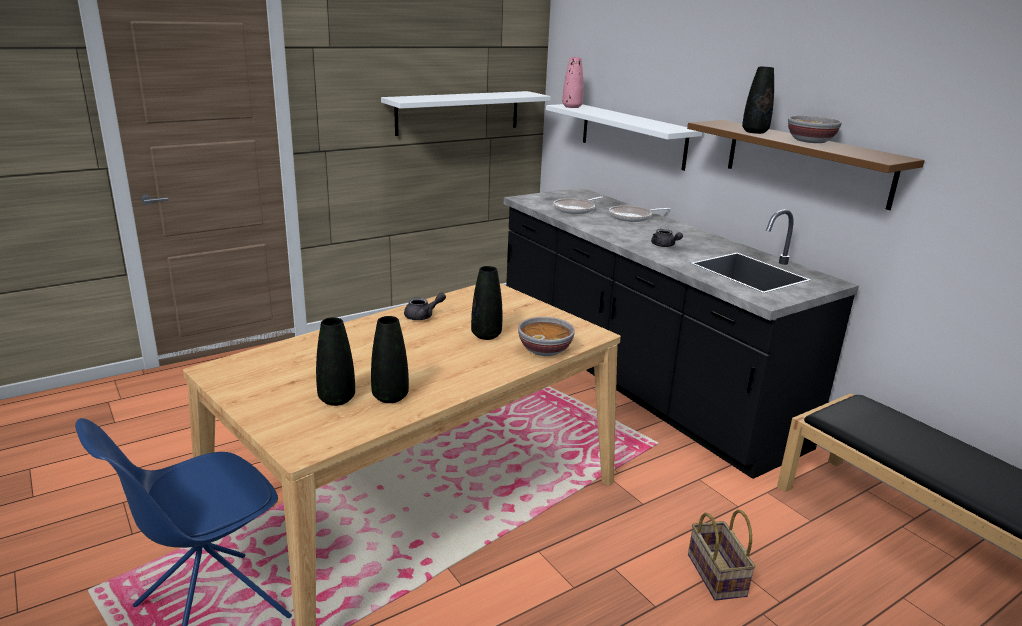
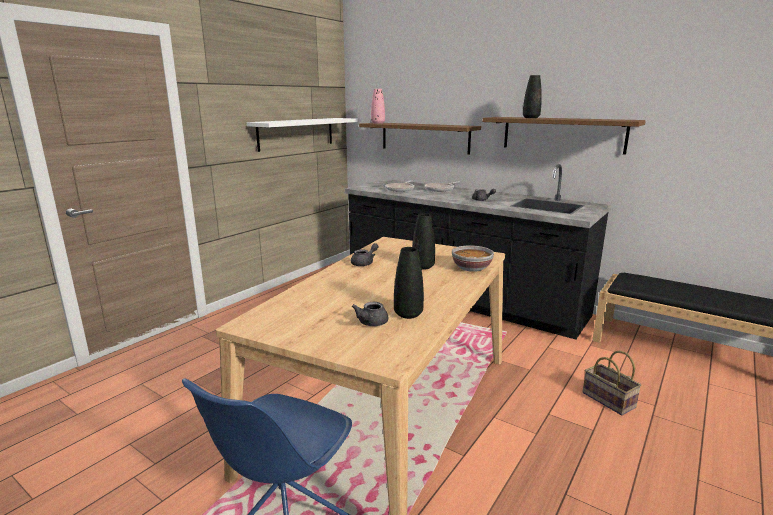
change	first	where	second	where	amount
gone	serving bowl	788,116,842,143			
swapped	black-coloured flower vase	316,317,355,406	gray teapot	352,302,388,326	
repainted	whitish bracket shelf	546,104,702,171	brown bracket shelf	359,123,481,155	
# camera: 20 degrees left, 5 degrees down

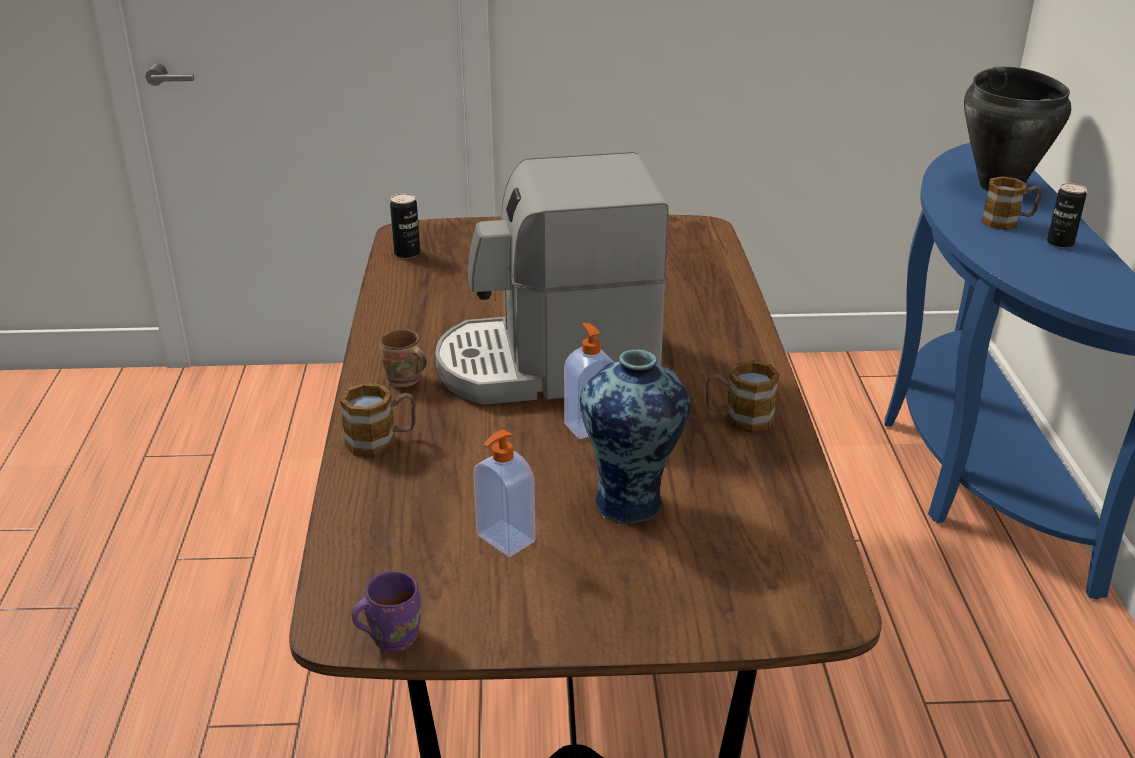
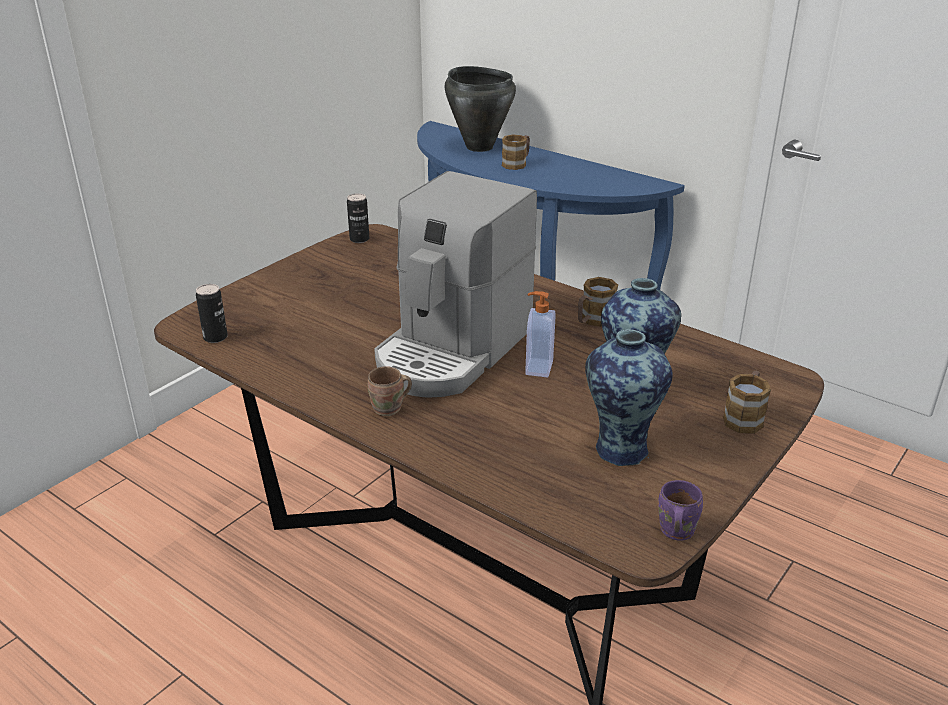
change	first	where	second	where	amount
shifted	tea mug	340,383,415,457		723,371,771,434	
shifted	sealed can	1047,183,1087,248		347,193,369,243	
swapped	soap bottle	474,430,535,557	flower vase	585,329,673,466	
# camera: 50 degrees left, 0 degrees up

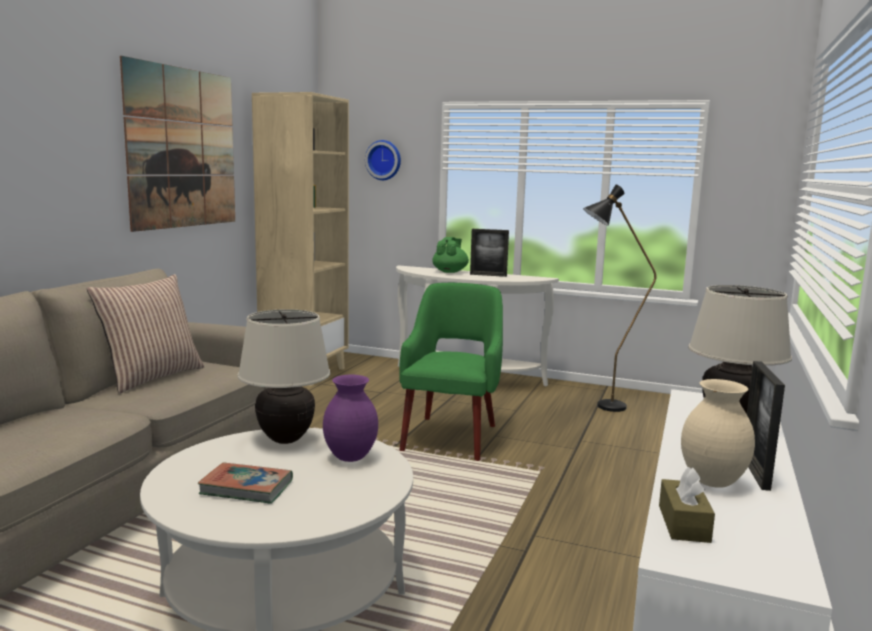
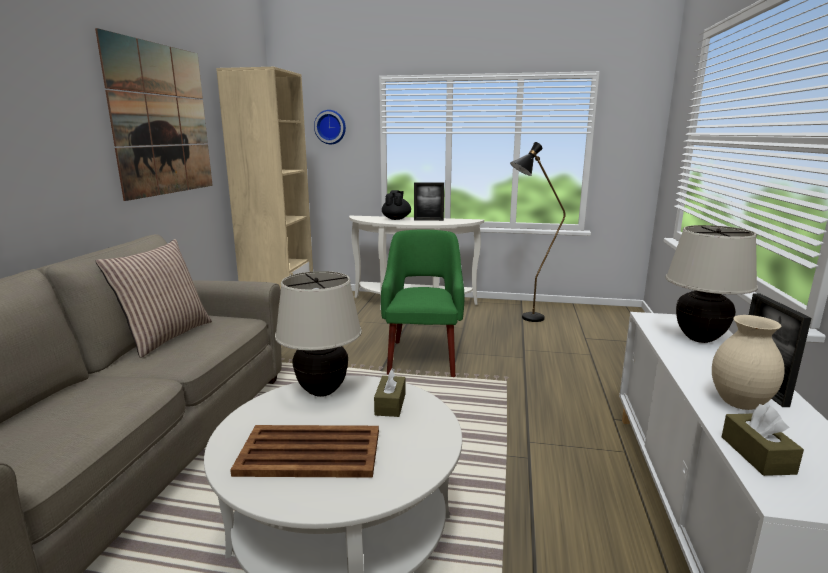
change	first	where	second	where	amount
swapped	bound book	198,463,293,504	brown carrying tray	230,425,379,478	
swapped	purple-coloured flower vase	323,375,378,462	brown tissue holder	374,368,406,417	
repainted	green-coloured teapot	432,237,469,273	black-coloured teapot	382,190,411,220	
# camera: 10 degrees left, 5 degrees up

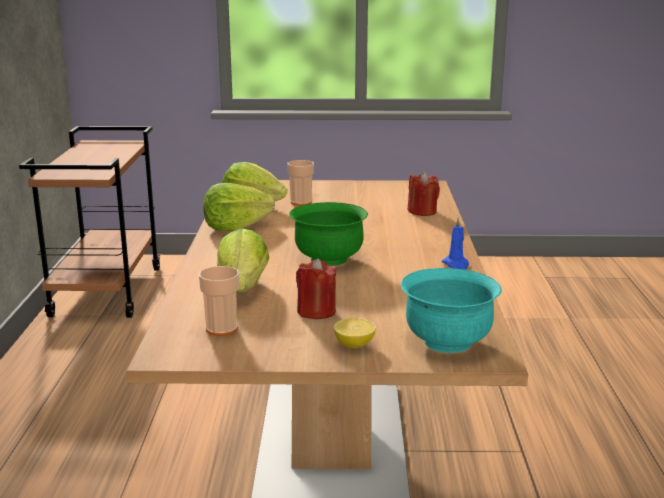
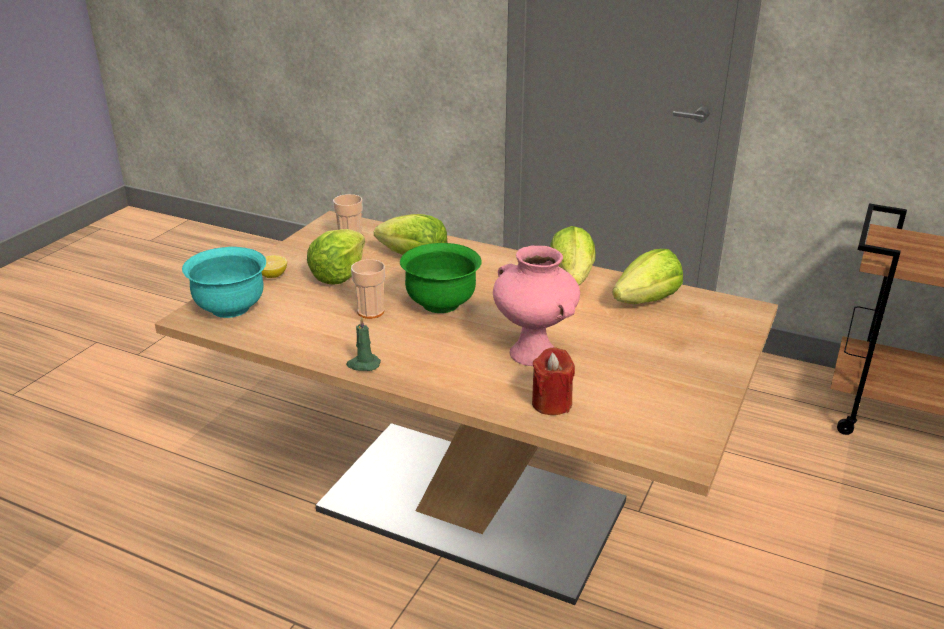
change	first	where	second	where	amount
new			pink flower vase	493,245,580,366	
shifted	drinking cup	287,160,314,206		351,259,385,319	
swapped	reddish wax candle	296,258,337,319	lettuce head	307,229,365,285	
repainted	blue-coloured wax candle	442,217,469,270	green-coloured wax candle	346,317,381,371	
# camera: 115 degrees right, 10 degrees up

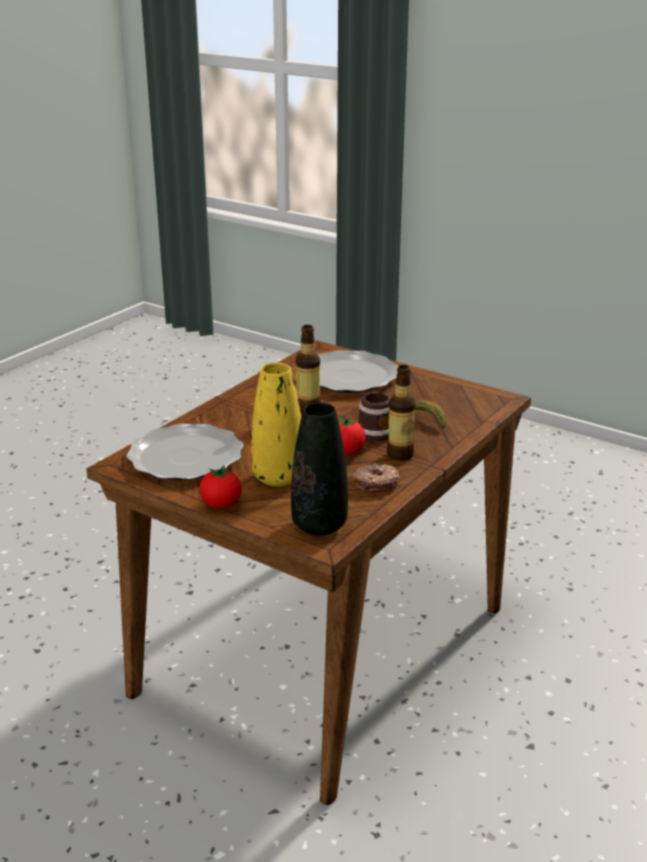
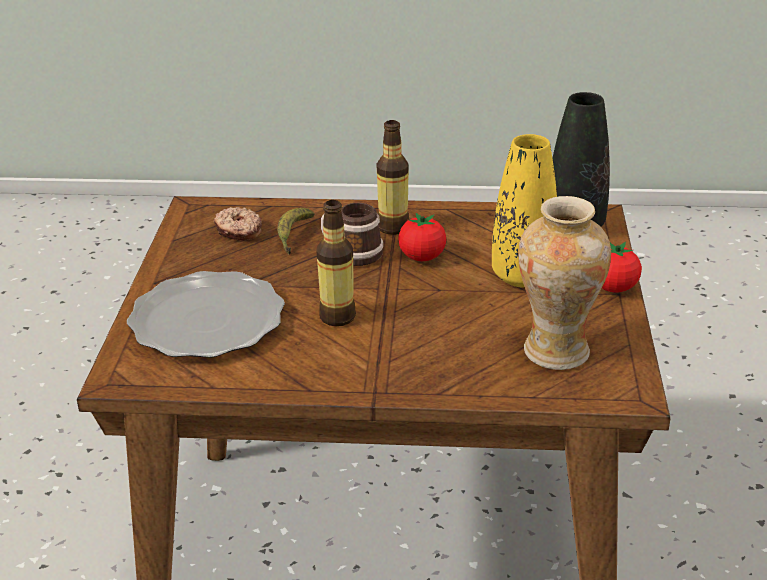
change	first	where	second	where	amount
shifted	doughnut	353,463,400,492		214,207,262,241	
swapped	plate	126,424,244,480	flower vase	518,196,611,370	
# camera: 120 degrees left, 5 degrees up

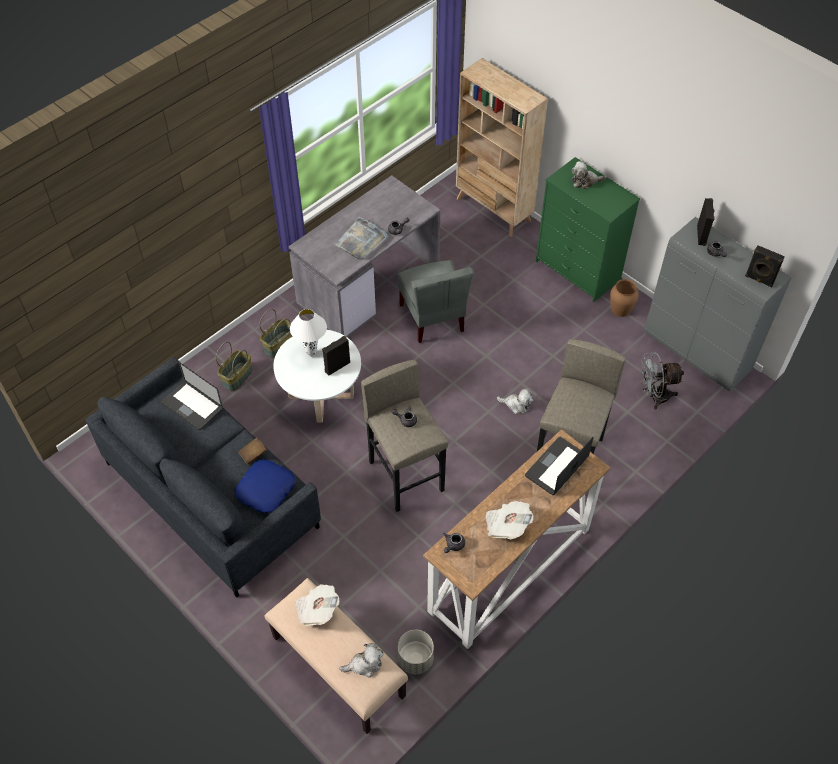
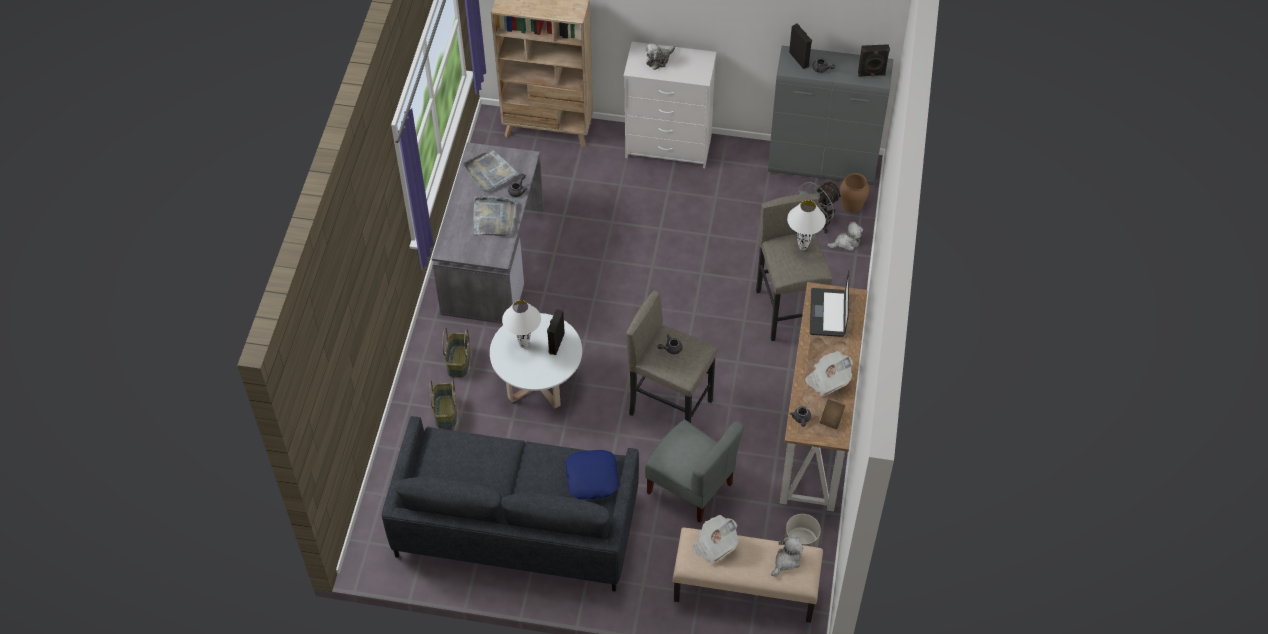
change	first	where	second	where	amount
gone	notebook computer	162,362,223,430			
new			gray carrying tray	463,150,520,190	
new			whitish table lamp	787,200,826,250	
shifted	brown bound book	238,437,267,465		820,400,845,429	
shifted	gray upright chair	398,260,474,343		645,420,744,523	
shifted	soft toy	497,388,533,414		827,222,863,251	
shifted	brown flower vase	610,279,639,317		840,173,869,213	
repainted	green-coloured chest of drawers	536,157,640,302	whitish chest of drawers	624,42,717,168	
# camera: 35 degrees left, 0 degrees up

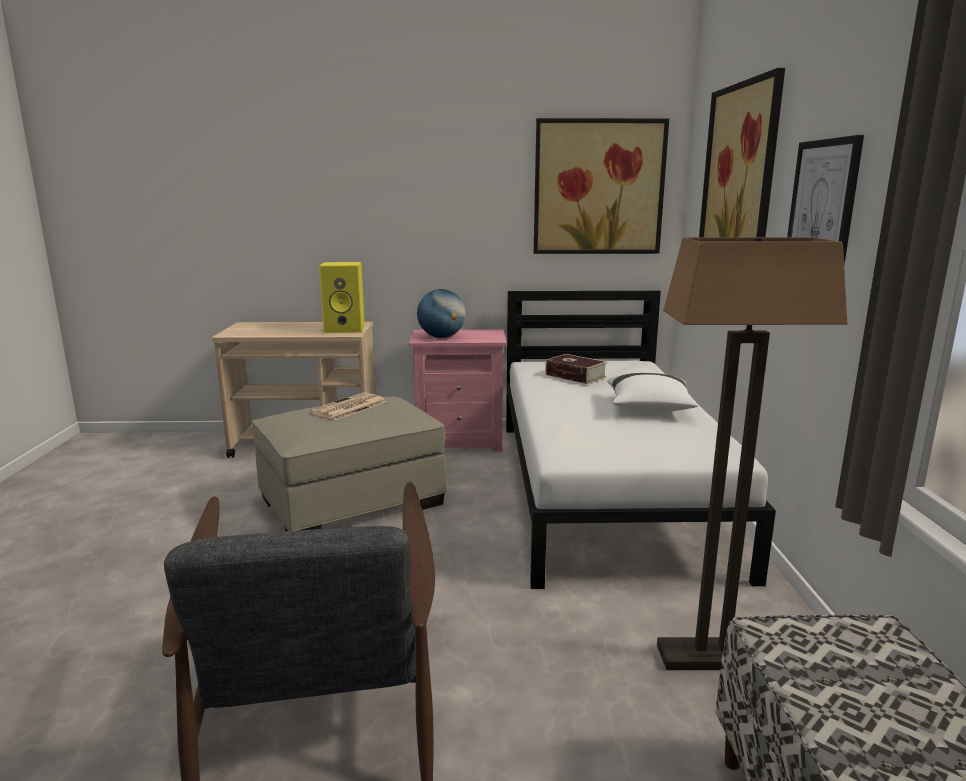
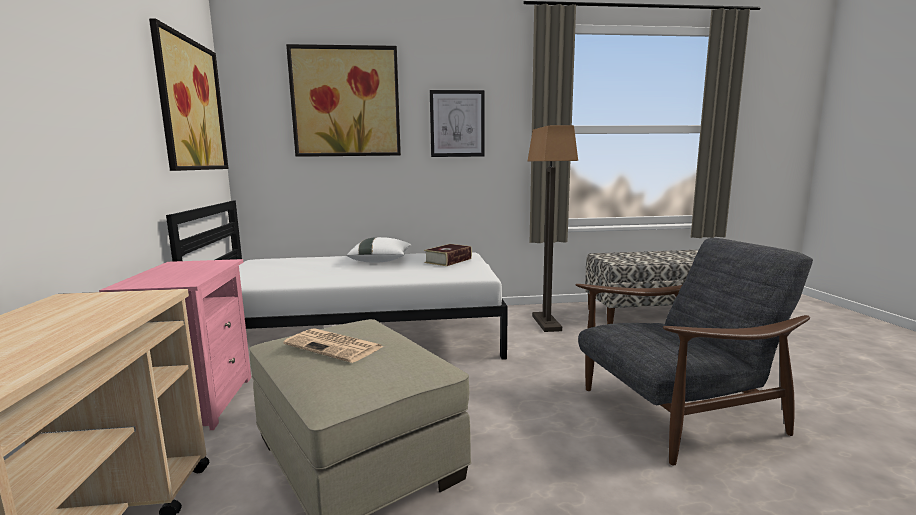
change	first	where	second	where	amount
gone	yellow-coloured speaker	319,262,365,333			
gone	desk globe	417,289,466,338			
shifted	bound book	545,354,607,384		424,244,472,266	
# camera: 95 degrees left, 5 degrees down

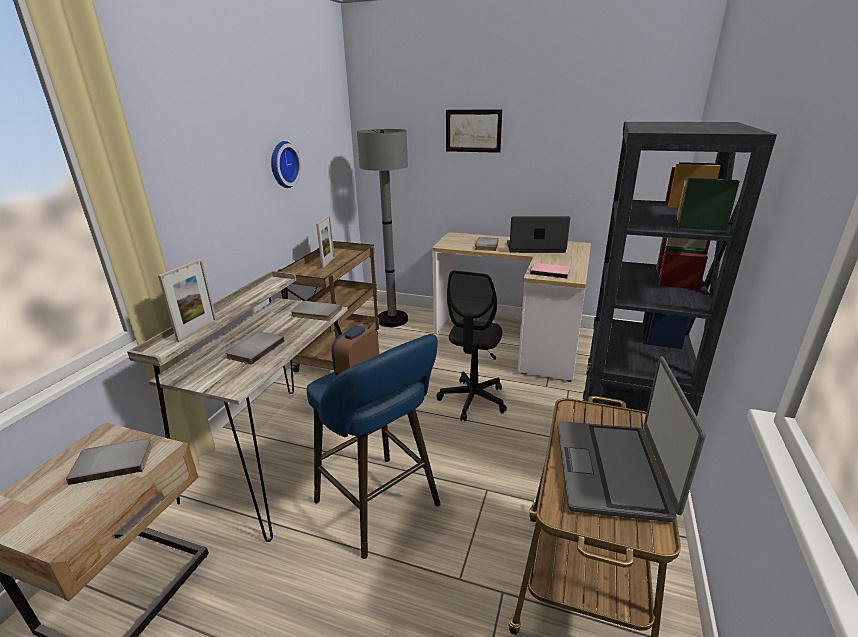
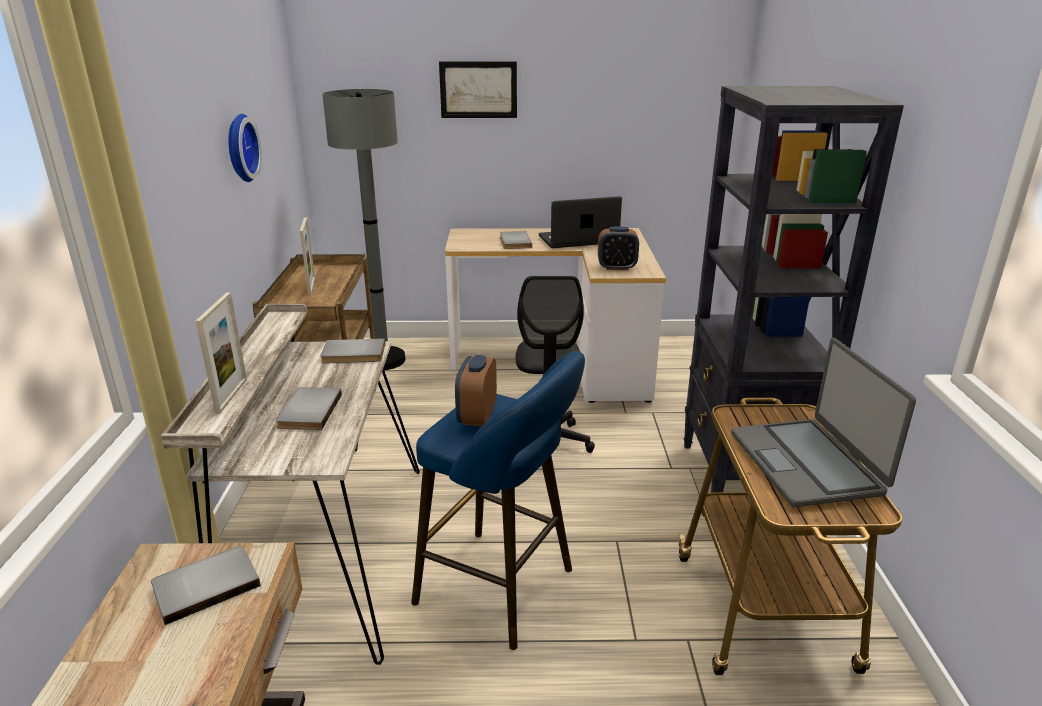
change	first	where	second	where	amount
swapped	pink bound book	530,263,571,278	alarm clock	598,226,639,270	
# camera: 20 degrees left, 0 degrees up

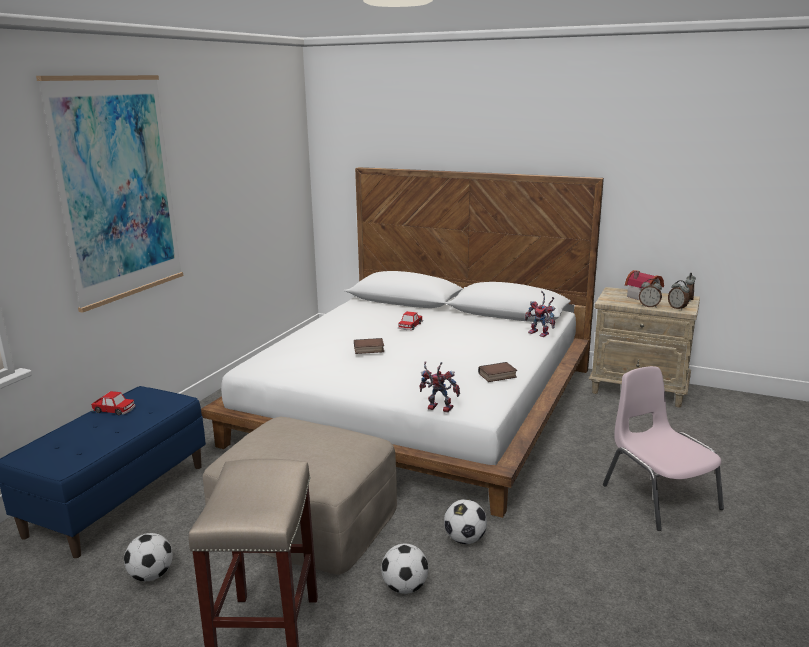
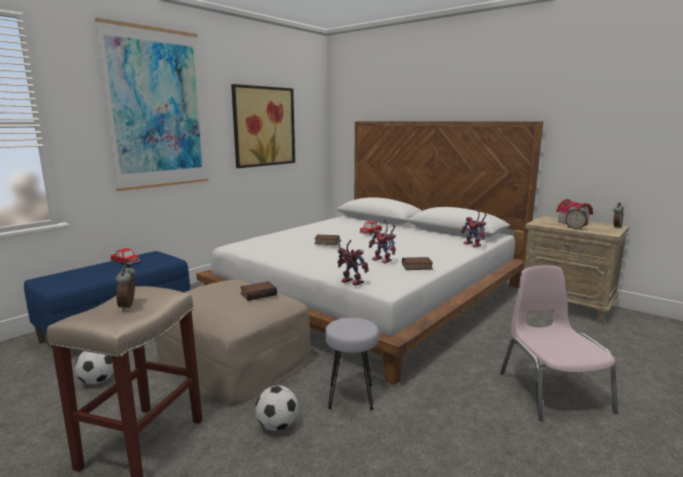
change	first	where	second	where	amount
new			wall art	231,84,295,168	
new			bound book	240,281,277,301	
new			toy robot	369,220,396,263	
shifted	alarm clock	668,280,690,310		116,264,136,311	
swapped	football ball	444,499,487,544	gray stool seat	325,318,379,410	
# camera: 15 degrees right, 5 degrees down

